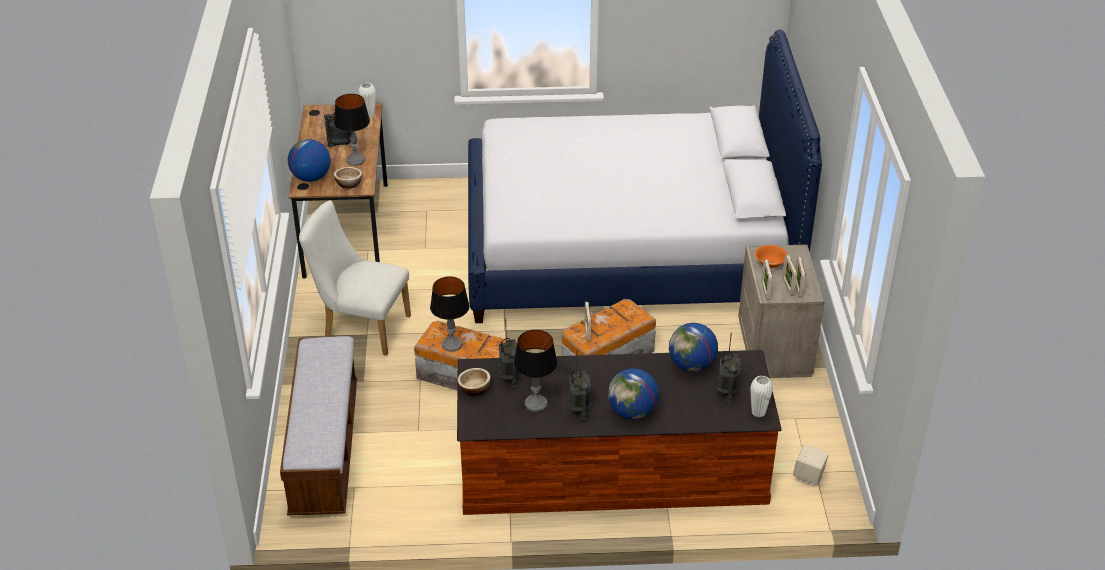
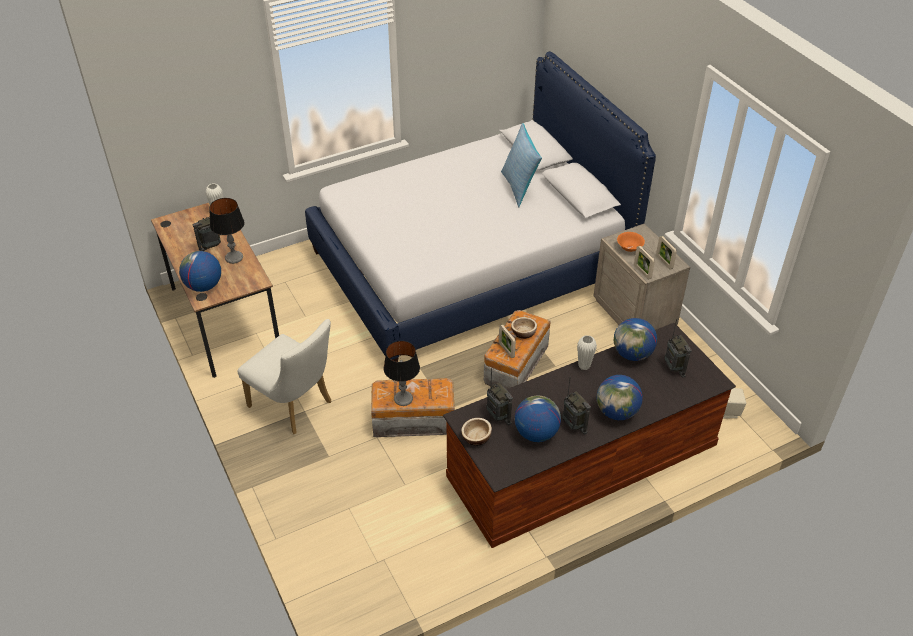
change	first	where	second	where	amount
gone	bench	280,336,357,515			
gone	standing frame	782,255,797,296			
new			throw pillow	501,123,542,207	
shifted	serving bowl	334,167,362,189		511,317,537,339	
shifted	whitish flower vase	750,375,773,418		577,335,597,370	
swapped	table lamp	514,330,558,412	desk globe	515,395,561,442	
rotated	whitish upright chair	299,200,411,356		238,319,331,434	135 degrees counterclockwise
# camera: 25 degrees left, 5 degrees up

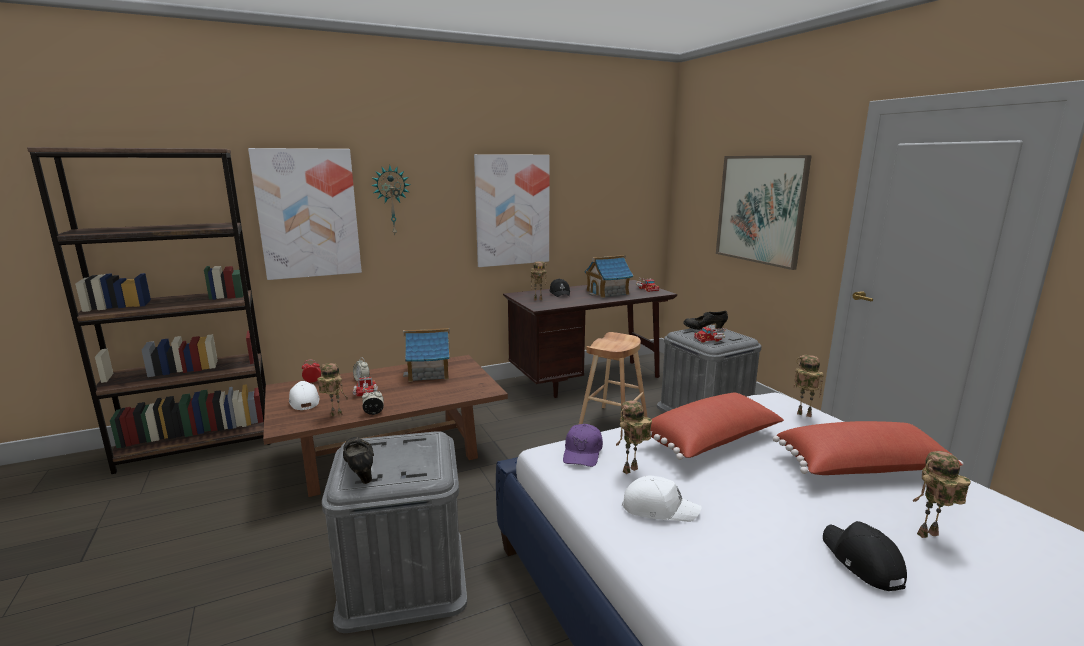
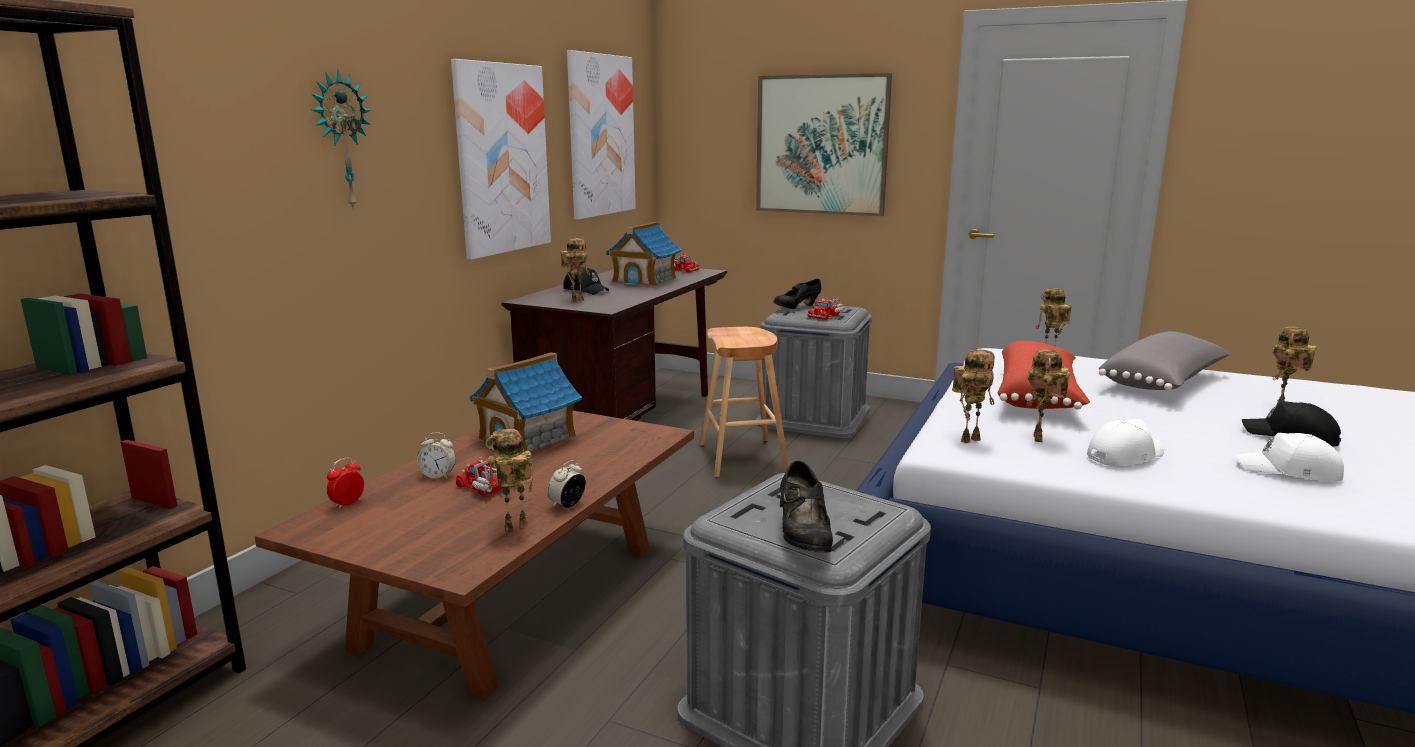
change	first	where	second	where	amount
shifted	wall art	248,148,362,280		567,50,636,220	
shifted	whitish baseball cap	289,381,319,410		1235,433,1344,482	
swapped	purple-coloured baseball cap	563,424,603,467	toy robot	952,349,995,444	
repainted	reddish throw pillow	773,421,963,475	gray throw pillow	1099,331,1230,390	
rotated	black-coloured shoe	343,437,374,484		780,461,833,553	120 degrees counterclockwise
# camera: 40 degrees left, 0 degrees up

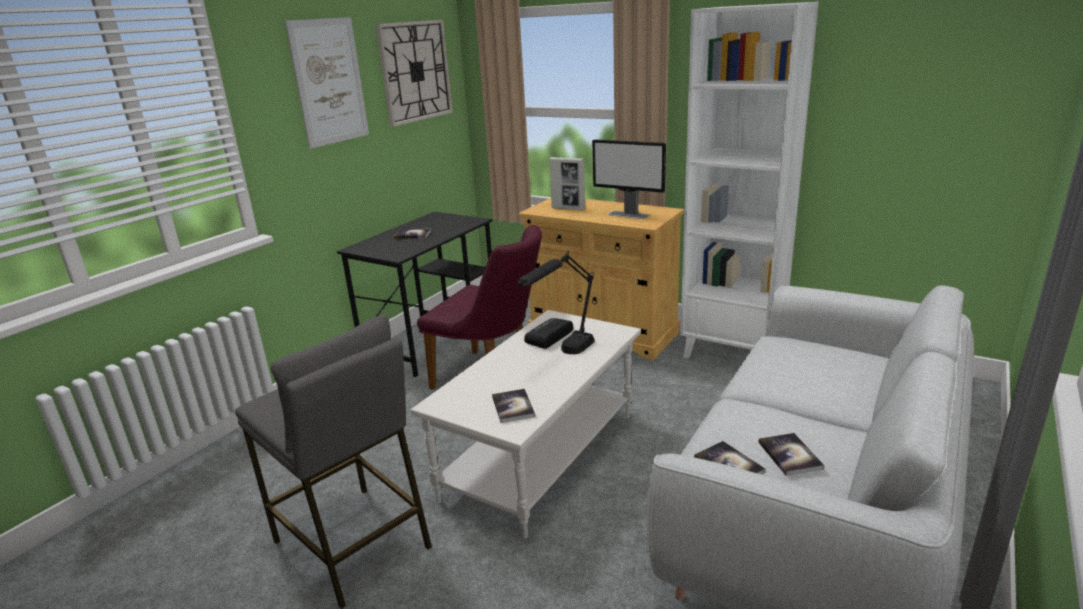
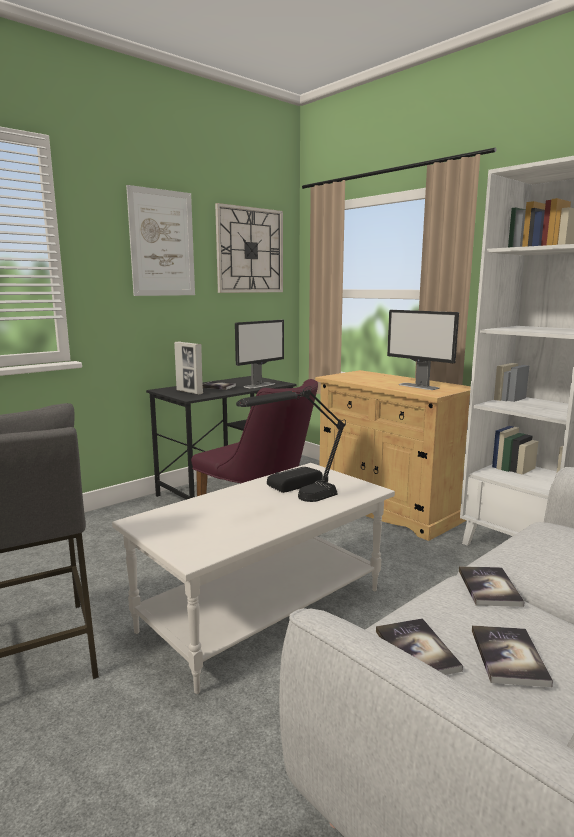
change	first	where	second	where	amount
new			computer display	235,320,284,388	
shifted	bound book	492,389,535,423		459,566,525,607	
shifted	standing frame	550,157,585,210		174,342,203,394	
# camera: 15 degrees right, 10 degrees down

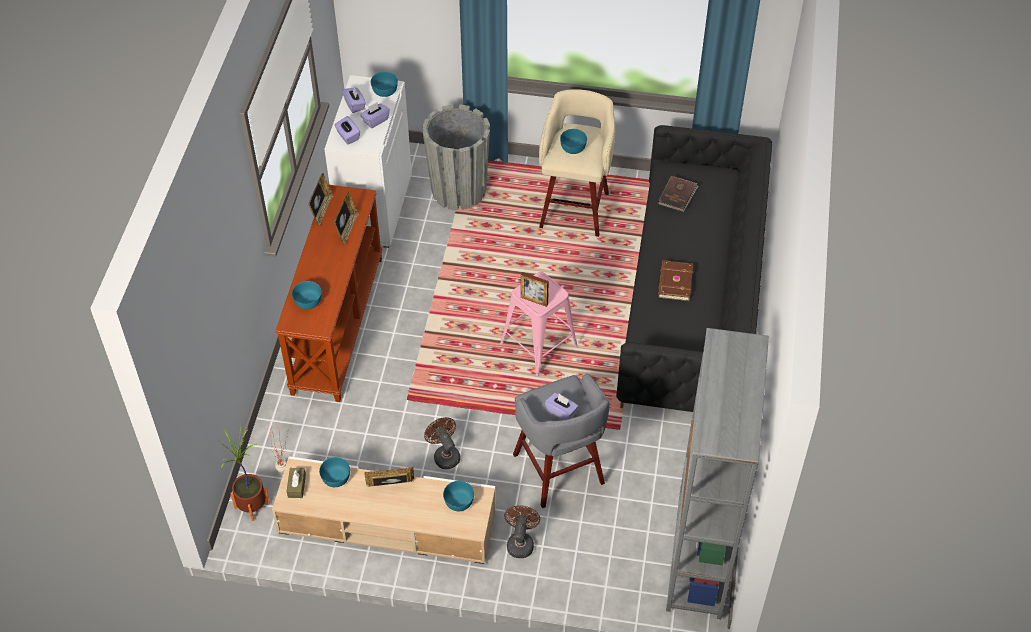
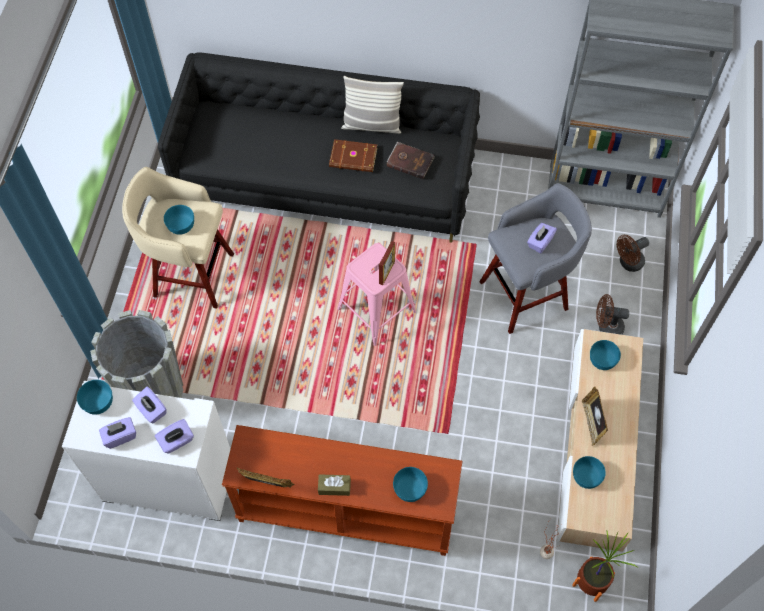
change	first	where	second	where	amount
gone	standing frame	334,191,359,245			
new			throw pillow	341,76,404,134	
shifted	brown tissue holder	286,468,306,498		318,474,351,496	
shifted	brown electric fan	424,417,460,469		617,235,649,272	
shifted	brown bound book	658,176,699,212		387,142,435,179	
# camera: 90 degrees left, 10 degrees up

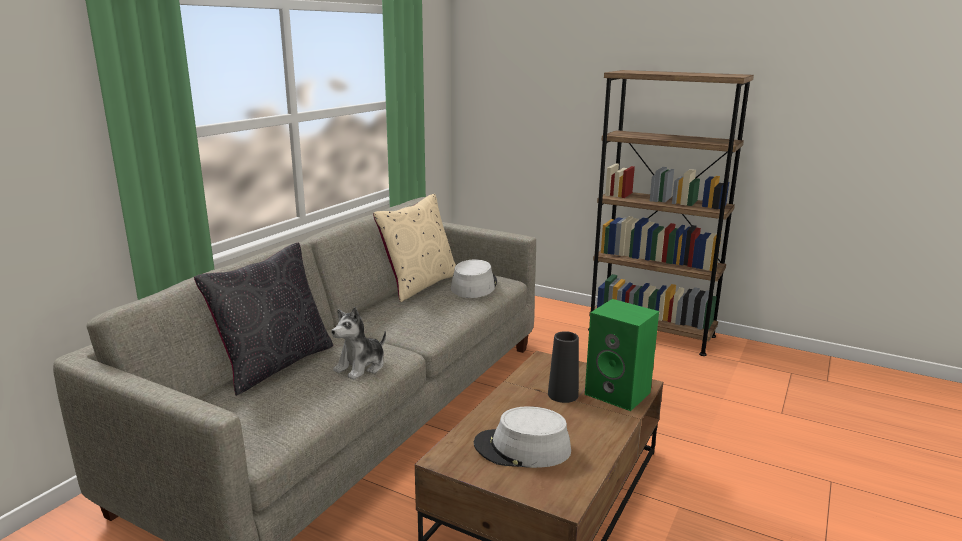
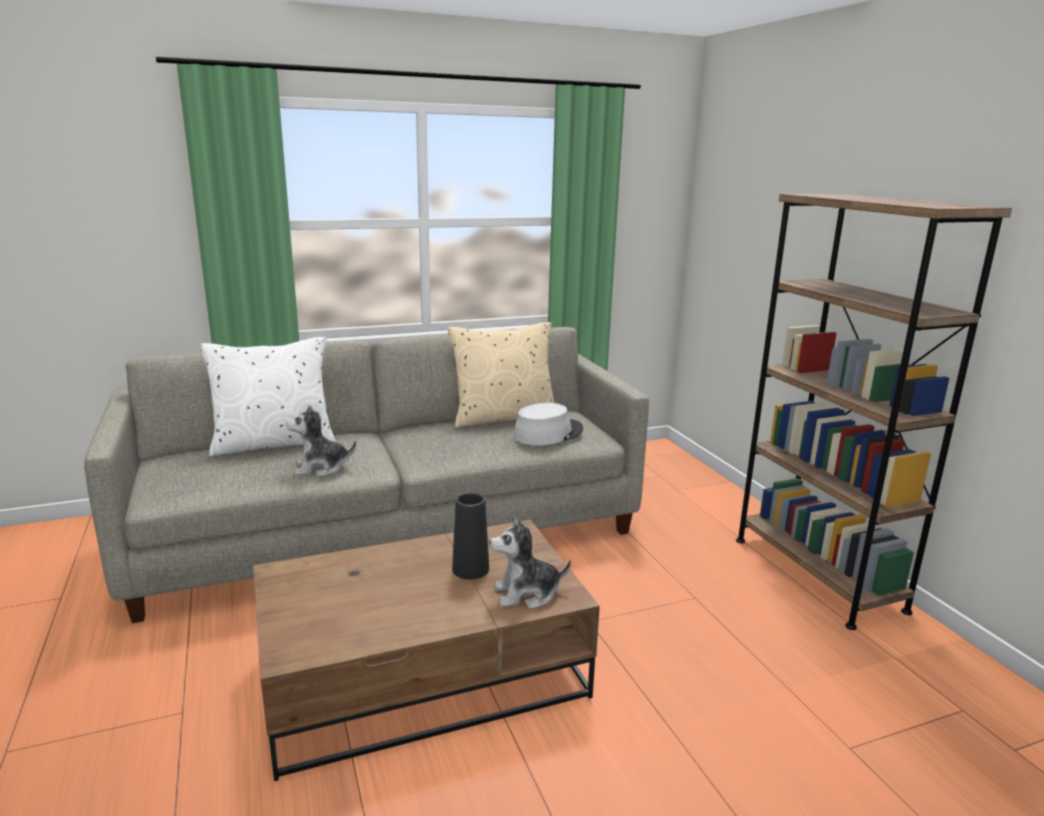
change	first	where	second	where	amount
gone	gray hat	474,406,571,468			
swapped	green-coloured speaker	585,299,659,411	soft toy	489,516,571,609	
repainted	black-coloured throw pillow	194,243,333,396	whitish throw pillow	200,337,335,456	
# camera: 40 degrees right, 0 degrees up

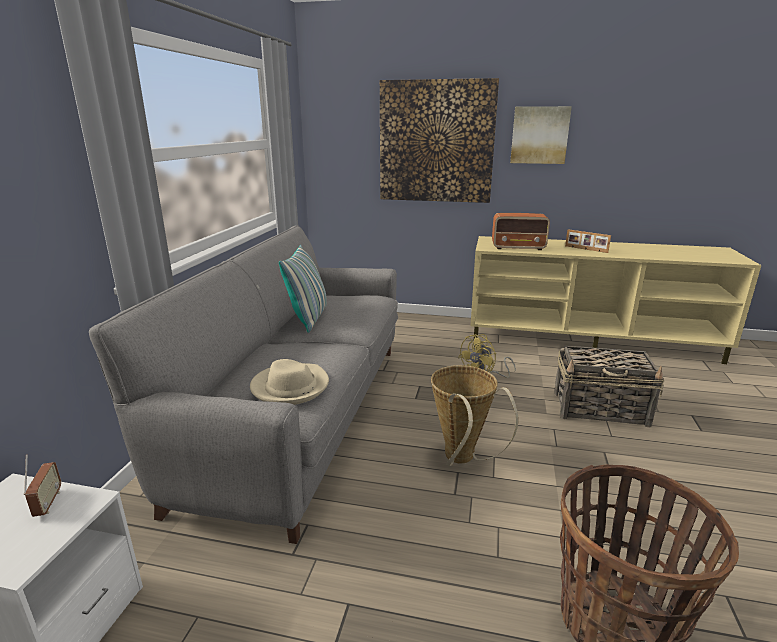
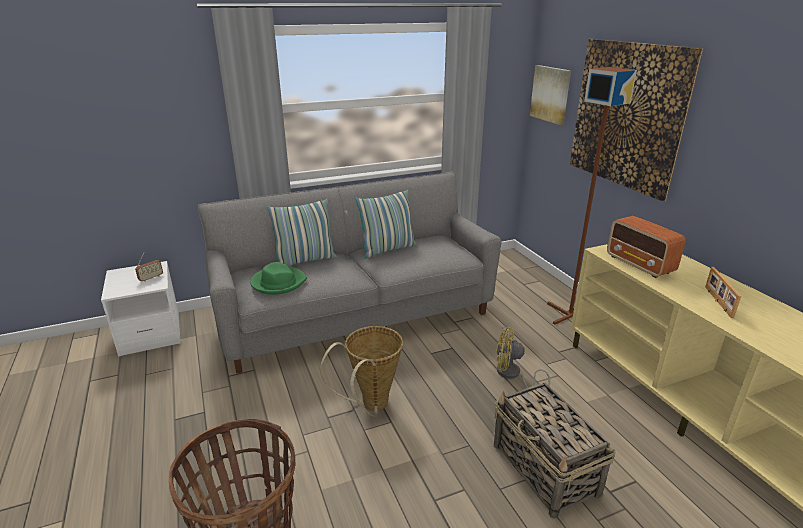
change	first	where	second	where	amount
new			throw pillow	267,199,337,266	
new			brown floor lamp	547,67,637,325	
shifted	wall art	510,106,572,164		530,65,571,125	
repainted	beige hat	250,359,329,405	green-coloured hat	250,262,307,295	
# camera: 55 degrees right, 5 degrees up

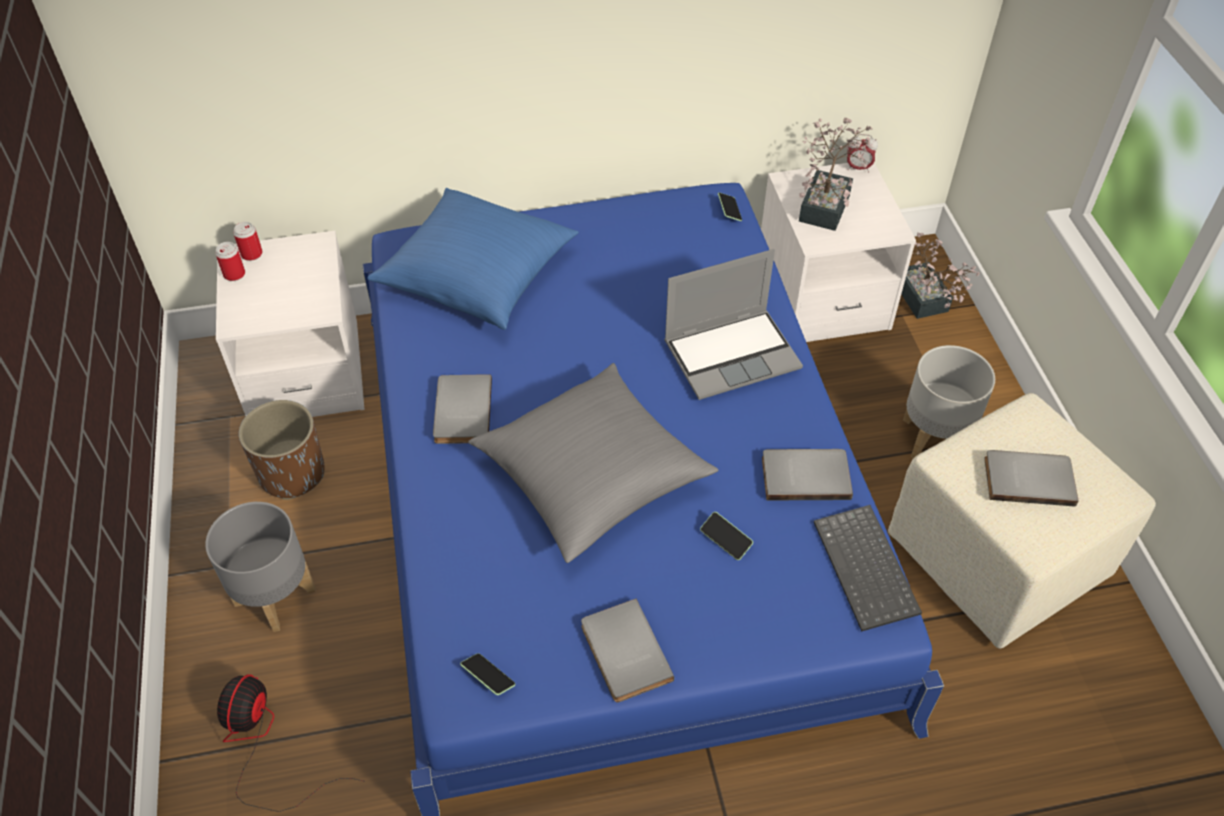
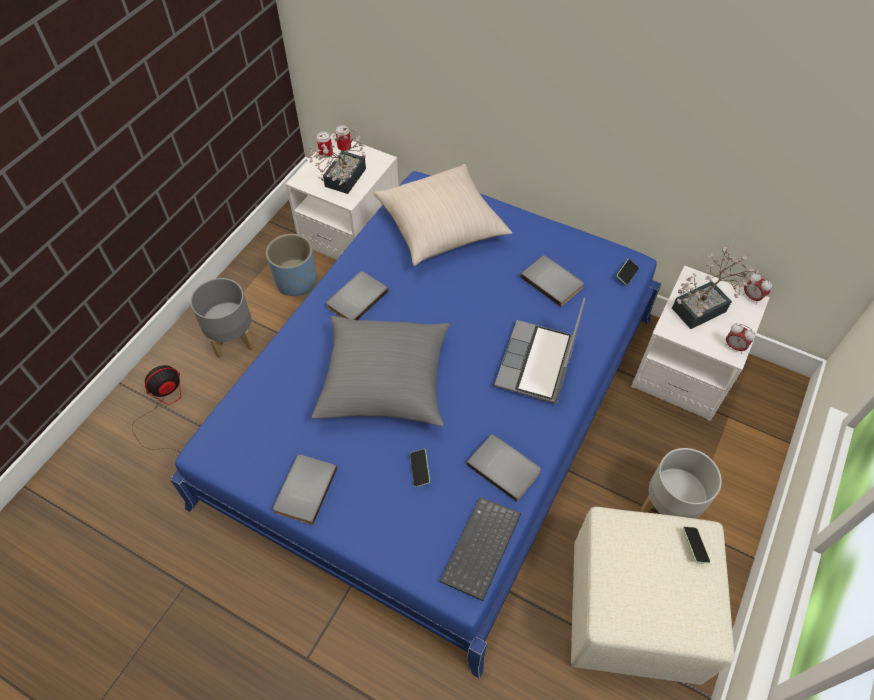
change	first	where	second	where	amount
new			alarm clock	725,323,756,354	
shifted	phone	460,654,516,695		683,526,710,563	
shifted	potted plant	901,233,980,319		309,128,366,194	
shifted	gray bound book	984,450,1079,507		520,255,584,307	
repainted	brown planter	239,400,325,500	blue-coloured planter	266,234,317,296	
repainted	blue-coloured throw pillow	367,188,579,330	beige throw pillow	373,164,512,266	
rotated	notebook computer	664,249,803,400		494,298,585,404	90 degrees clockwise
# camera: 40 degrees right, 5 degrees up

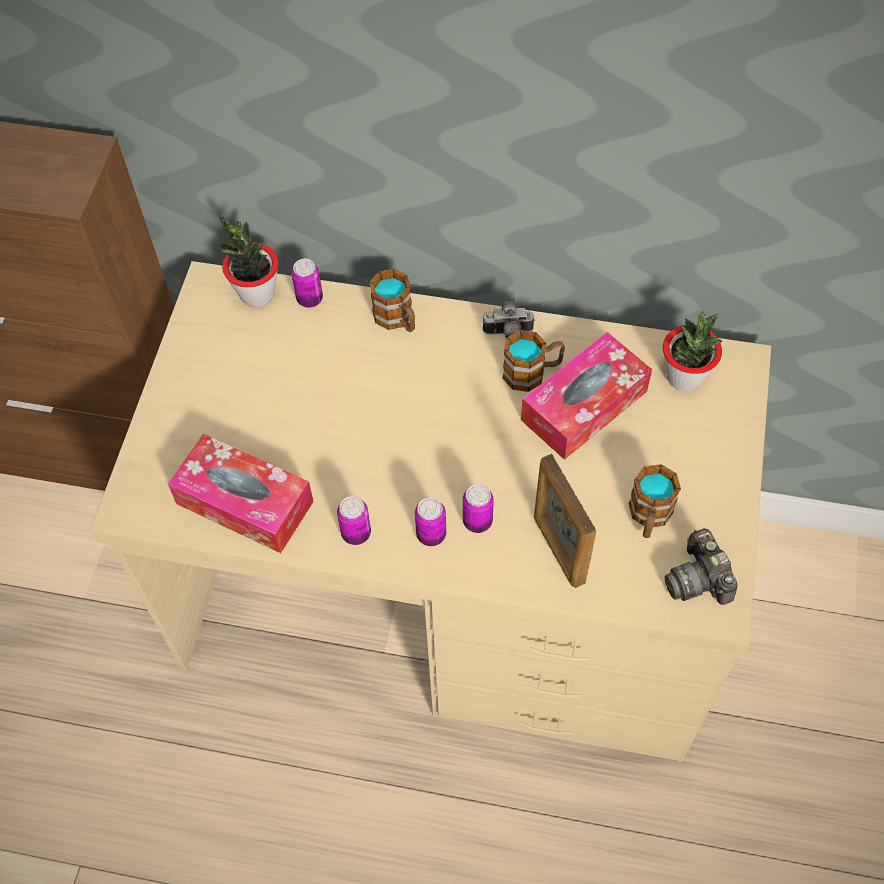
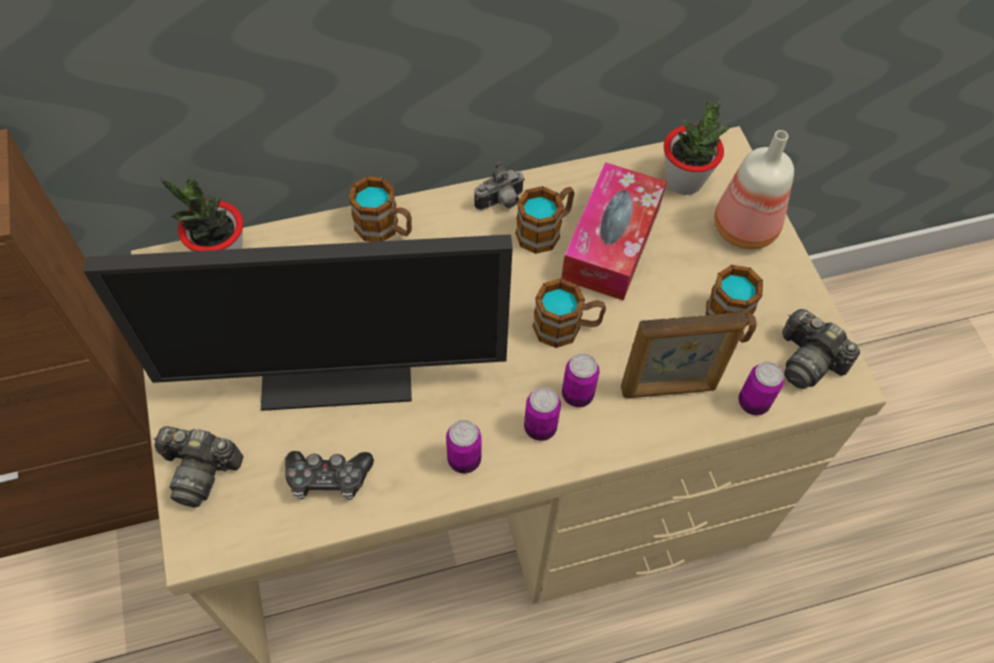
change	first	where	second	where	amount
new			computer display	83,234,513,411	
new			still camera	153,426,243,507	
new			tea mug	533,278,606,348	
new			beverage bottle	714,130,794,249	
shifted	sealed can	291,259,323,308		738,362,784,415	
swapped	tissue holder	168,434,314,553	gamepad	285,451,374,500	
rotated	standing frame	534,454,596,588		621,312,747,398	45 degrees counterclockwise
# camera: 30 degrees left, 0 degrees up

